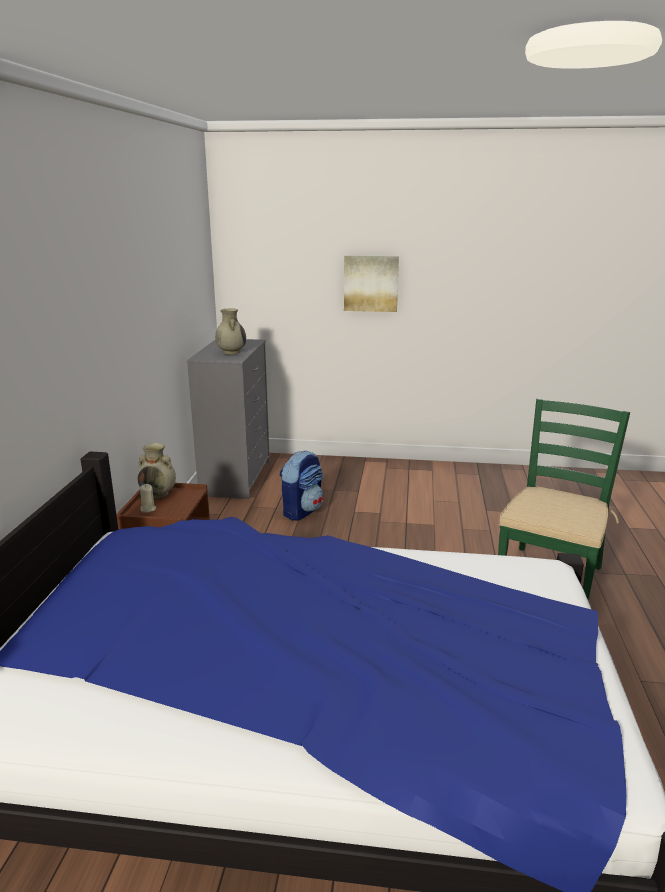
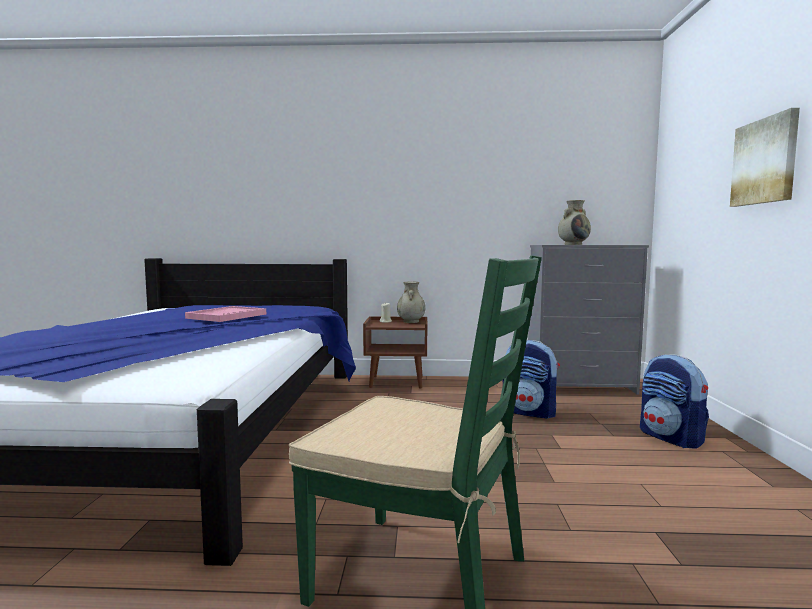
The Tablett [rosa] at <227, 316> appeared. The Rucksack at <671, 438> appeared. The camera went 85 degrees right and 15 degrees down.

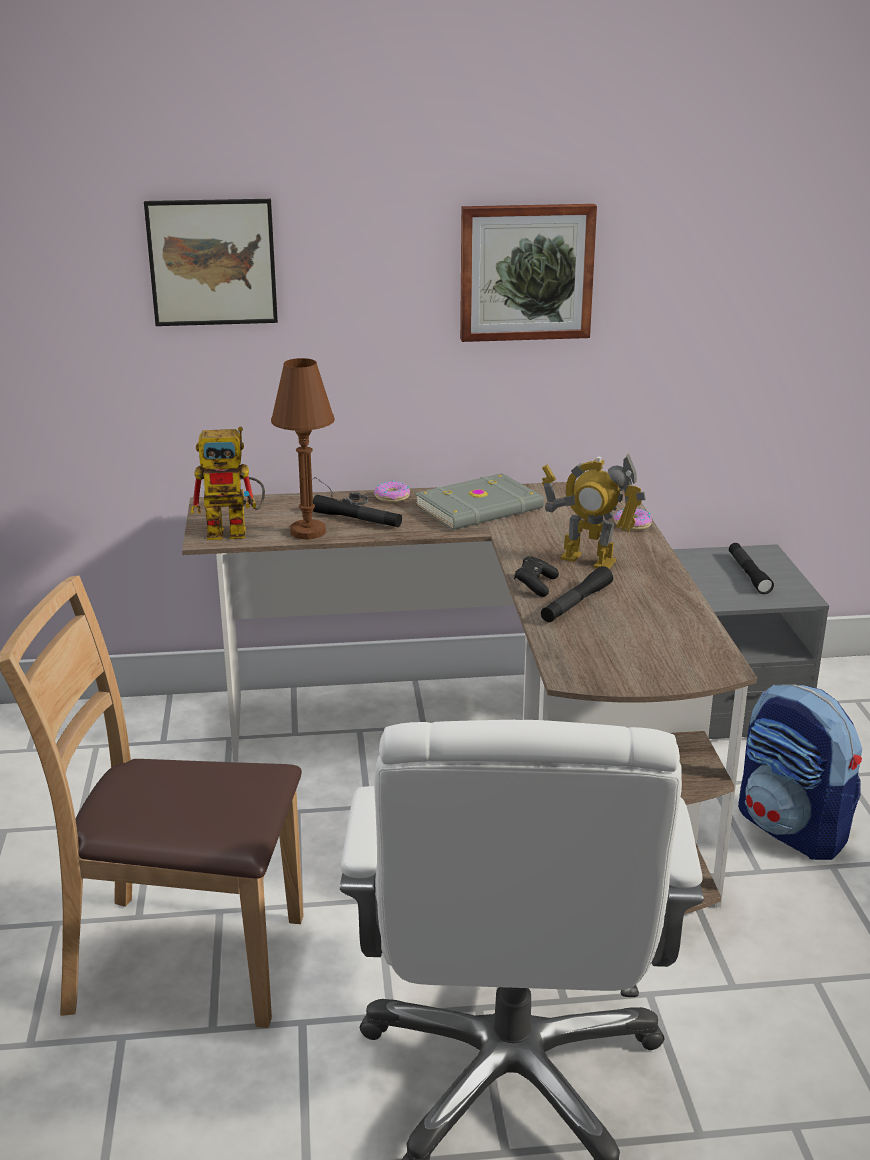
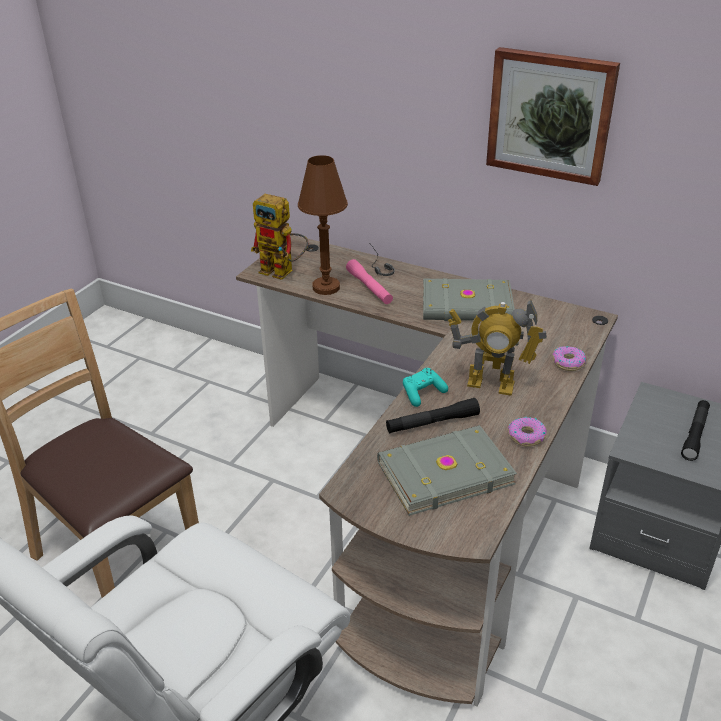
The Bild at <212, 262> disappeared. The Taschenlampe [schwarz] at <357, 520> became the Taschenlampe [rosa] at <369, 288>. The Donut moved from <392, 497> to <526, 436>. The Gamepad [schwarz] at <535, 585> became the Gamepad [türkis] at <422, 393>. The Spielzeugroboter at <588, 560> turned 45 degrees counterclockwise. The Rucksack at <792, 829> disappeared. The Buch [grau] at <443, 472> appeared. The camera went 35 degrees right and 10 degrees up.

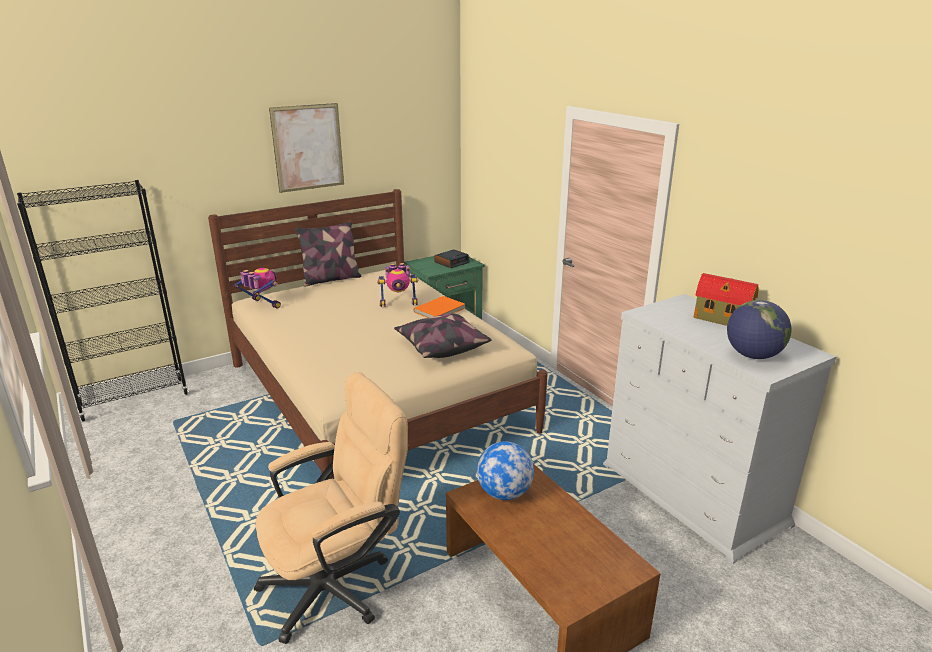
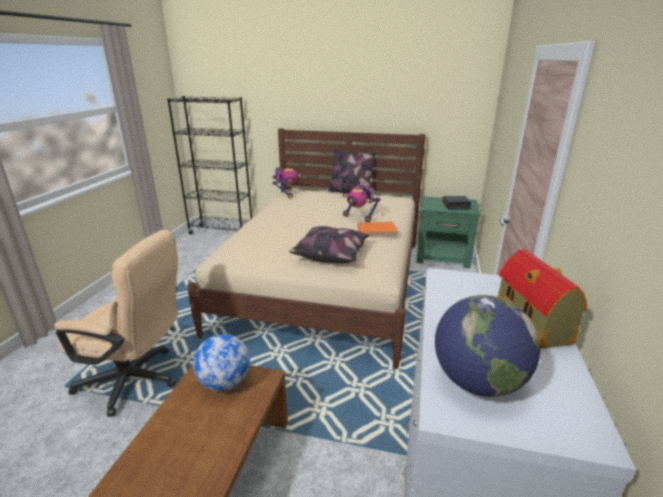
The Bild at <308, 147> disappeared. The camera went 45 degrees right and 0 degrees up.

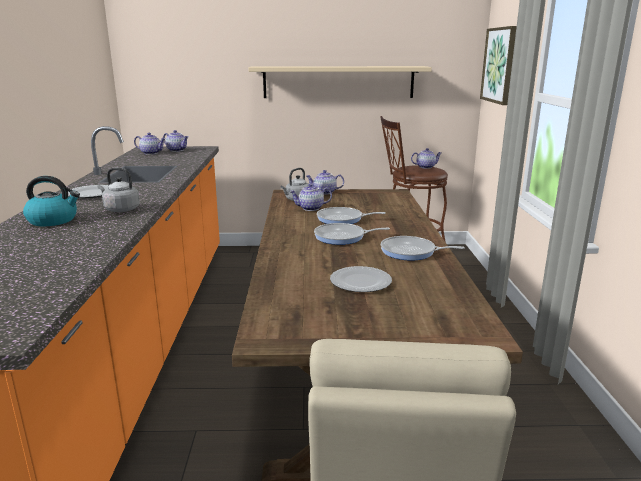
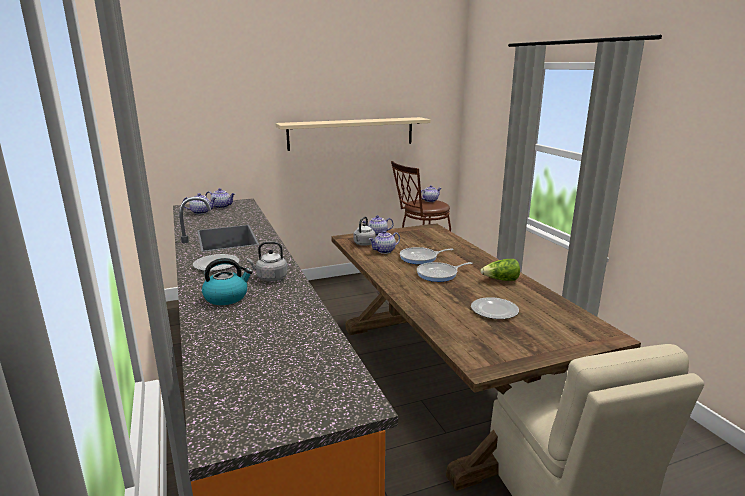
The Pfanne at <411, 252> was replaced by the Salatkopf at <500, 280>. The Bild at <499, 65> disappeared. The camera went 20 degrees left and 0 degrees up.

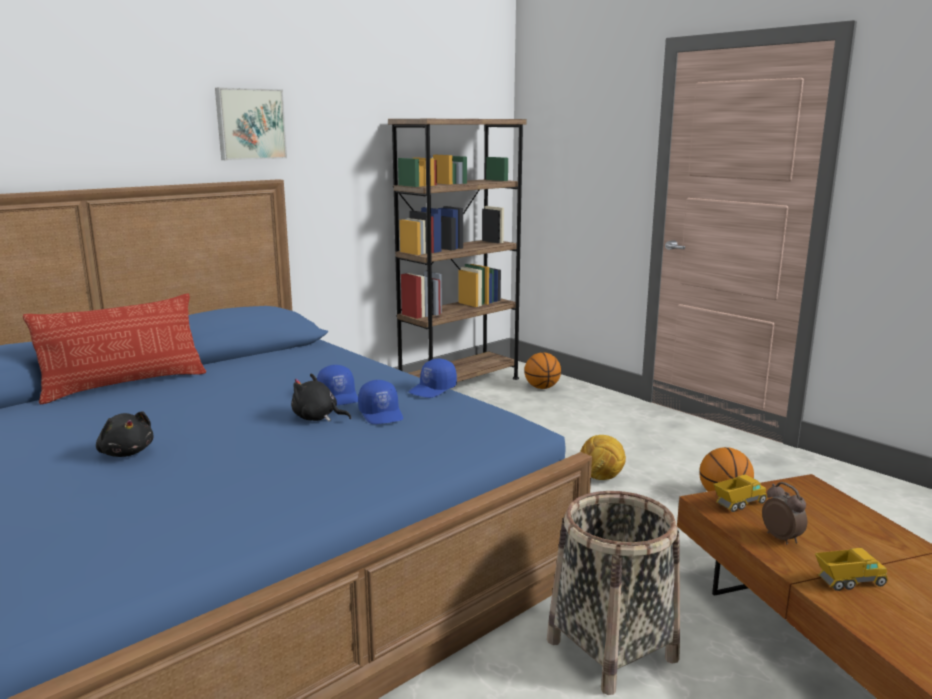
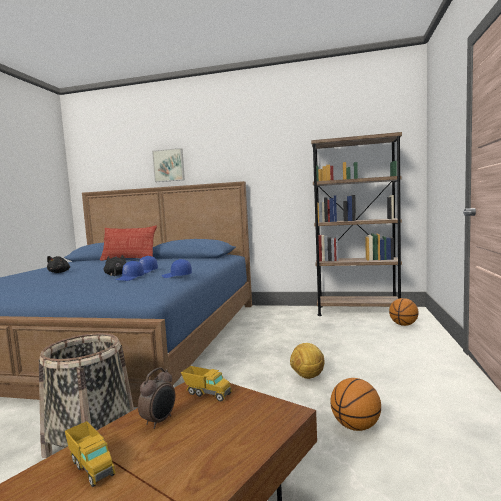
The Bild moved from <250, 124> to <169, 165>. The camera went 55 degrees right and 10 degrees down.

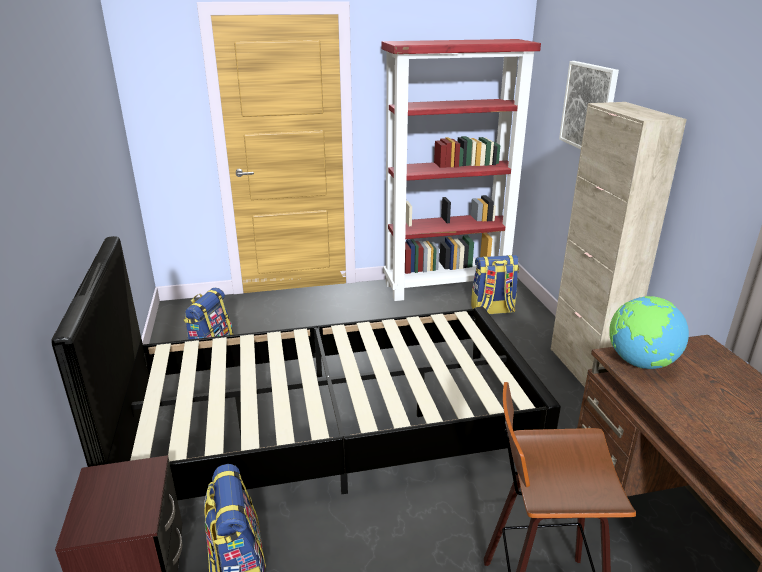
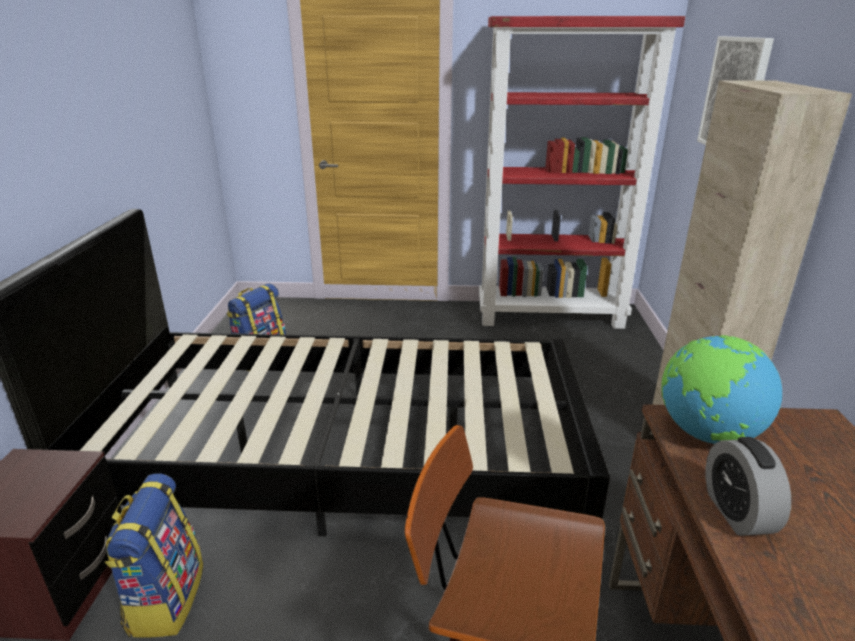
The Rucksack at <492, 310> disappeared. The Wecker at <736, 512> appeared. The camera went 15 degrees right and 0 degrees up.

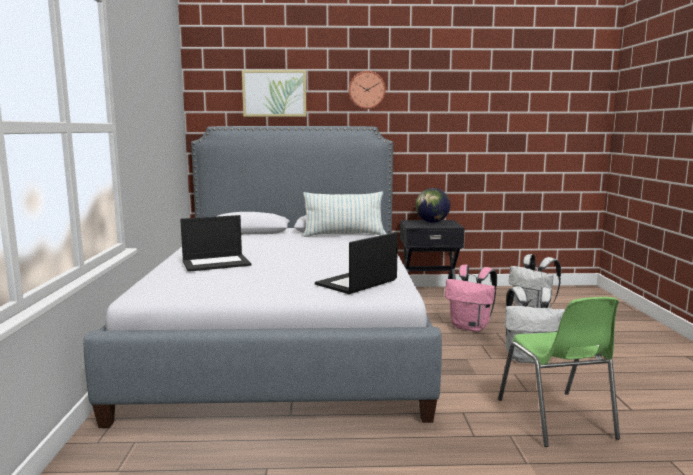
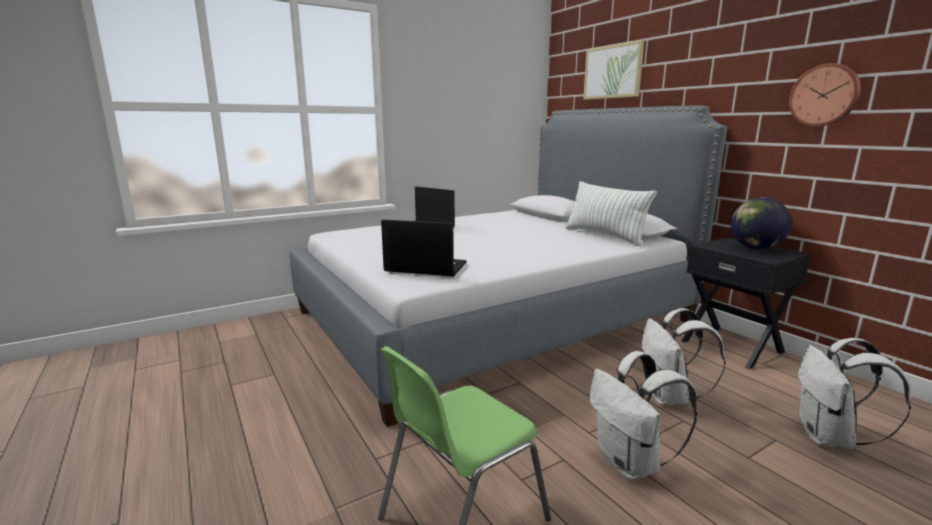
The Wanduhr moved from <366, 90> to <824, 95>. The Rucksack [rosa] at <471, 327> became the Rucksack [weiß] at <669, 397>. The camera went 60 degrees right and 5 degrees up.

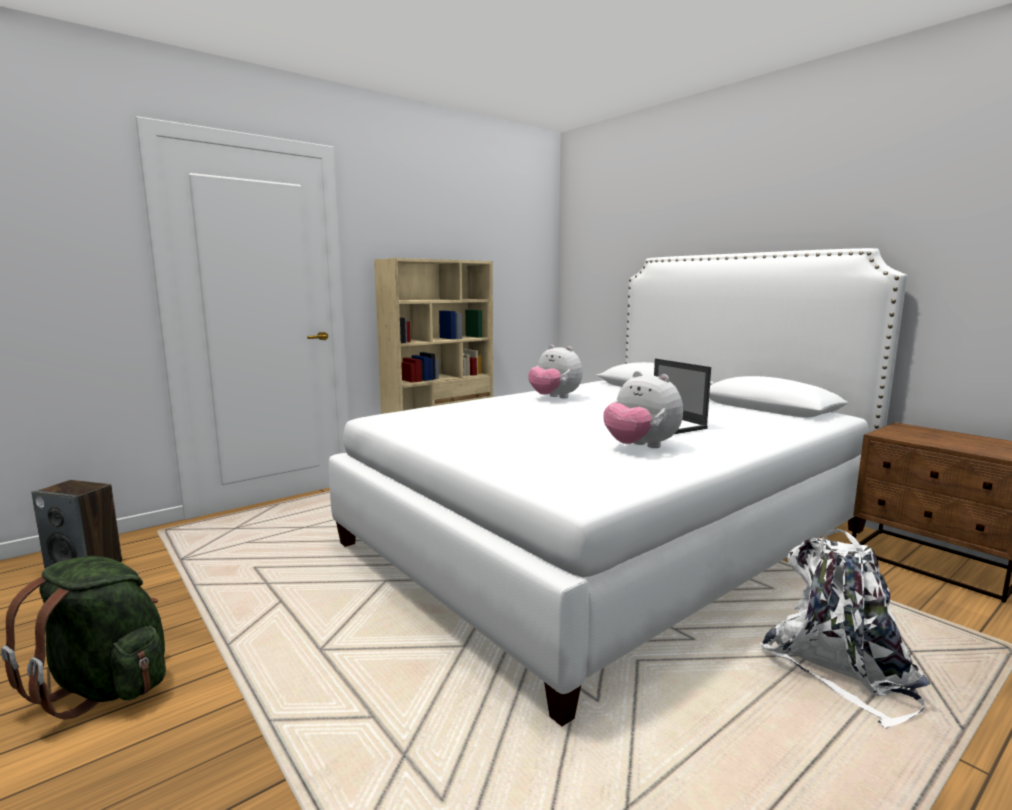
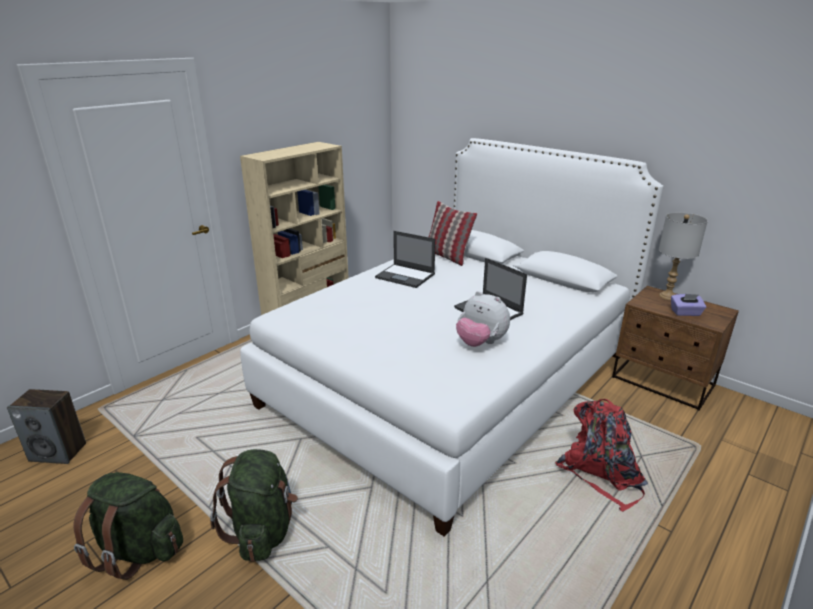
The Plüschtier at <554, 398> was replaced by the Laptop at <406, 276>. The Rucksack [weiß] at <841, 667> became the Rucksack [rot] at <601, 472>. The Rucksack [grün] at <263, 530> appeared. The Kissen at <447, 256> appeared. The Tischlampe [grau] at <667, 296> appeared. The Taschentuchbox [lila] at <685, 313> appeared. The camera went 10 degrees left and 15 degrees up.

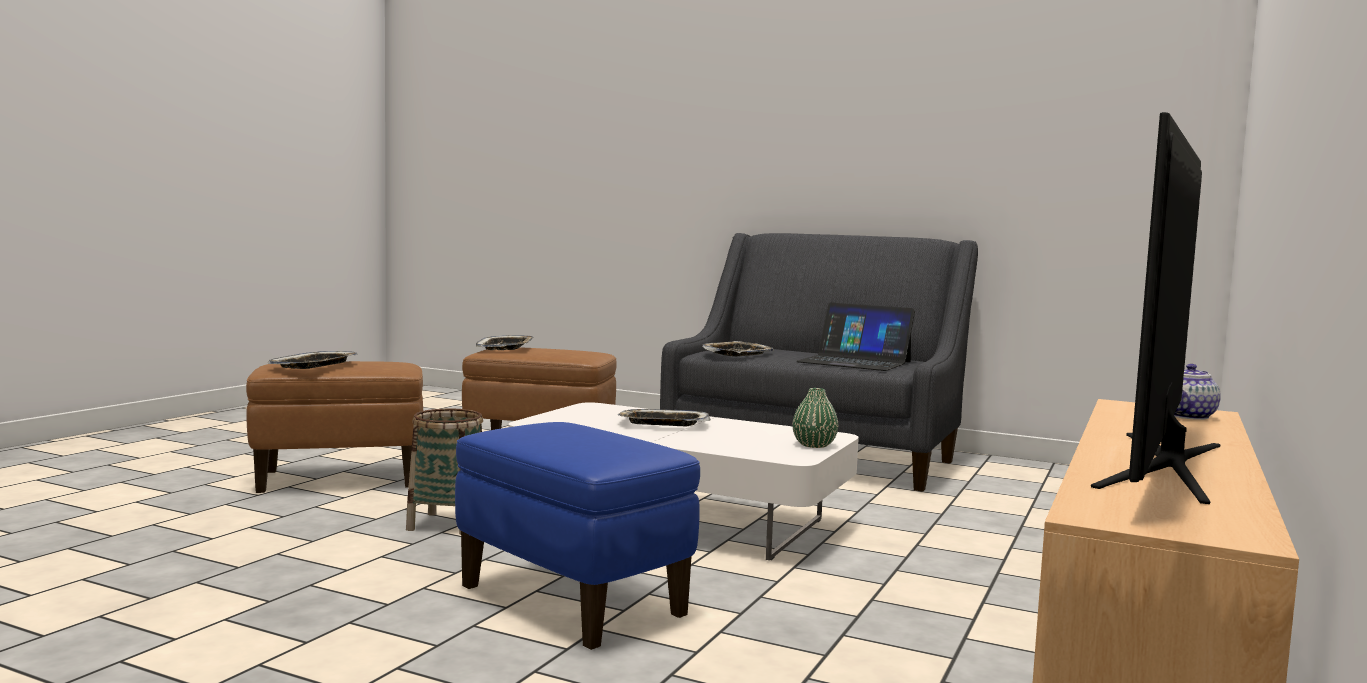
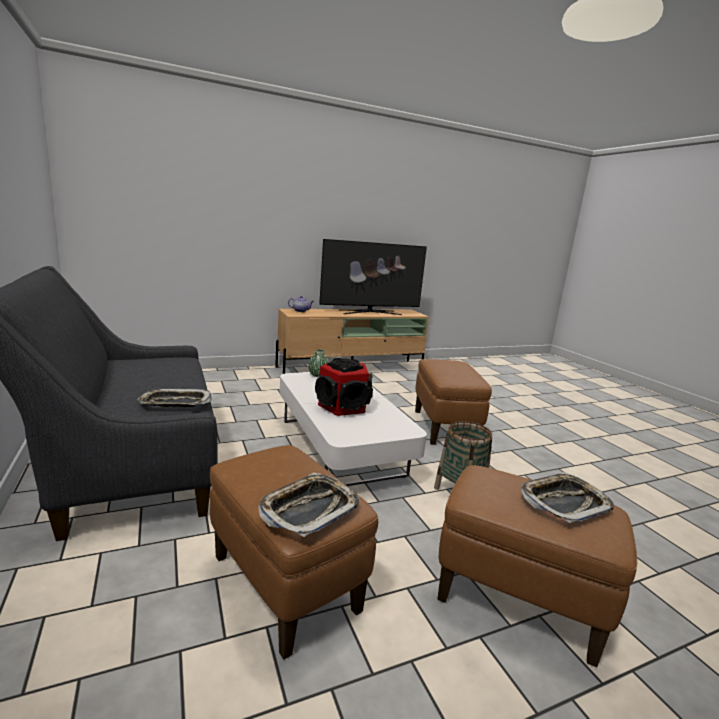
The Polsterhocker [blau] at <570, 601> became the Polsterhocker [braun] at <444, 428>. The Tablett at <663, 424> was replaced by the Lautsprecher at <344, 406>. The Laptop at <854, 362> disappeared. The camera went 140 degrees left and 10 degrees up.

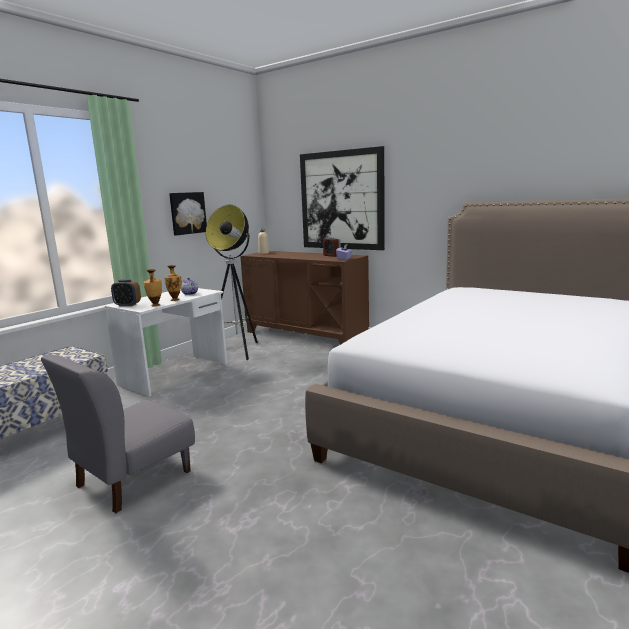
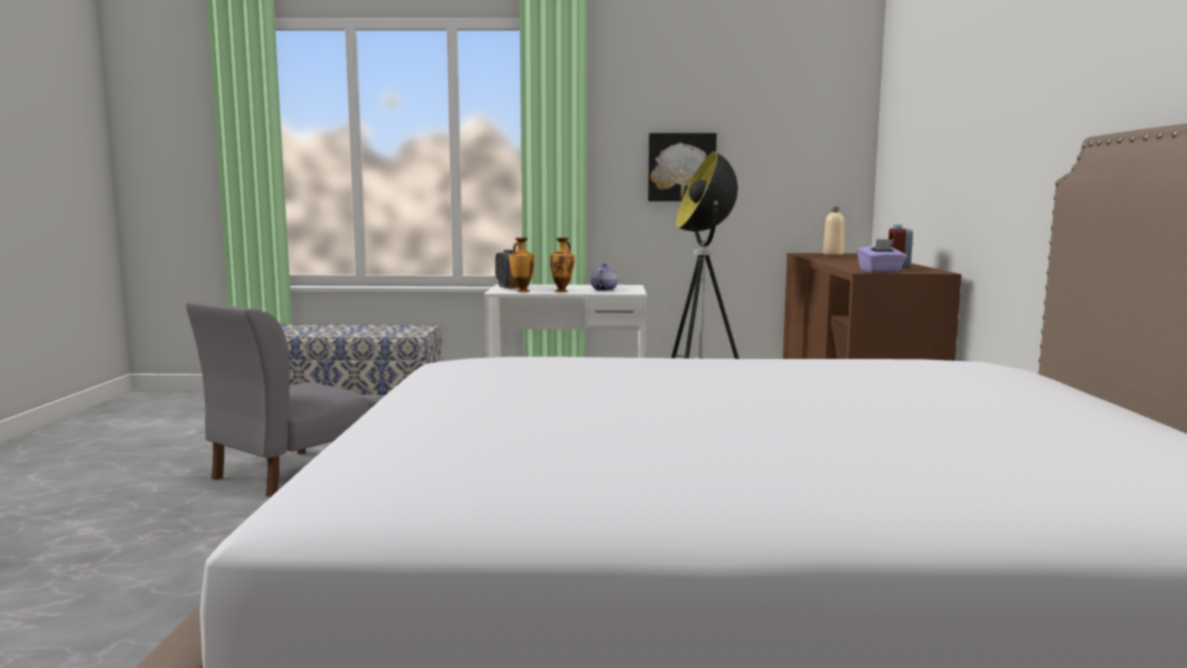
The Stuhl [grau] at <133, 478> turned 60 degrees counterclockwise. The Bild at <341, 200> disappeared. The camera went 55 degrees right and 5 degrees down.

